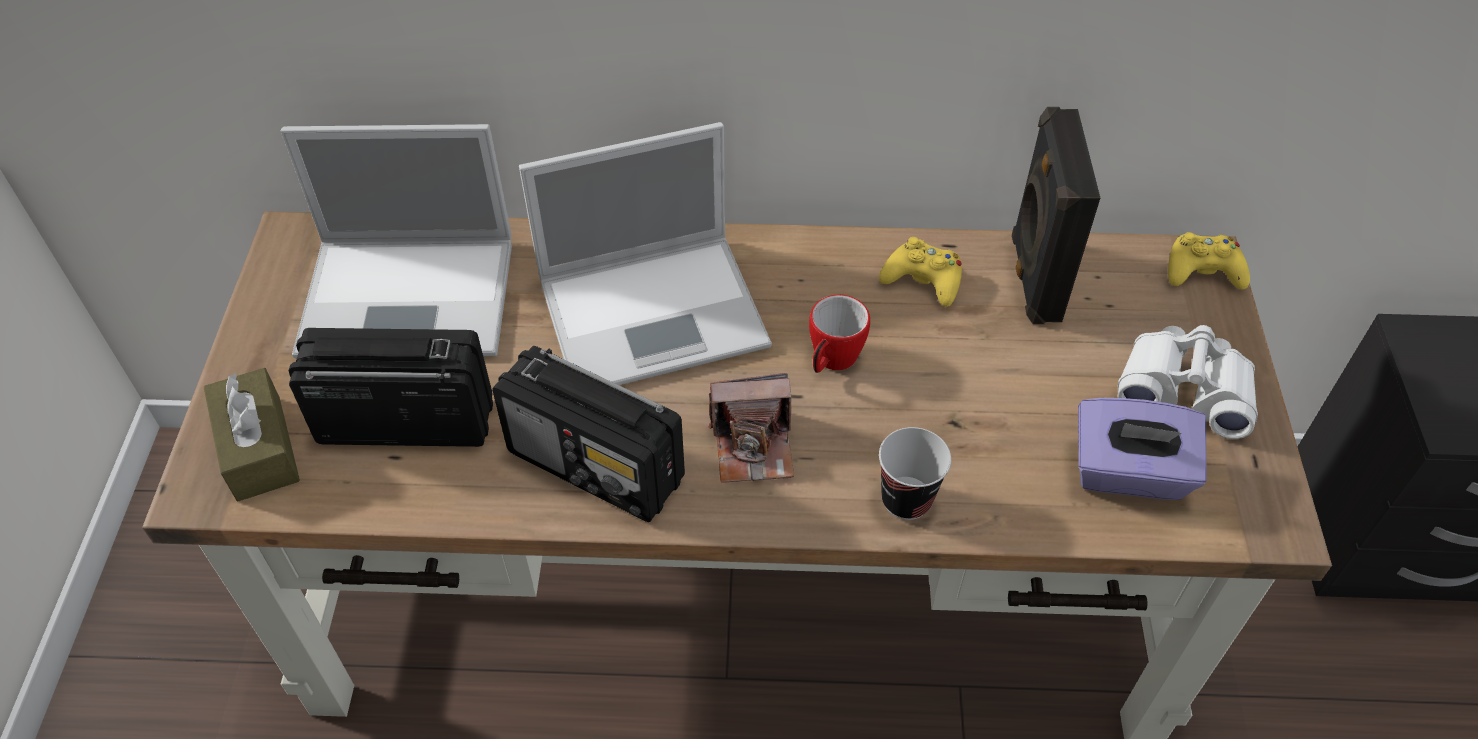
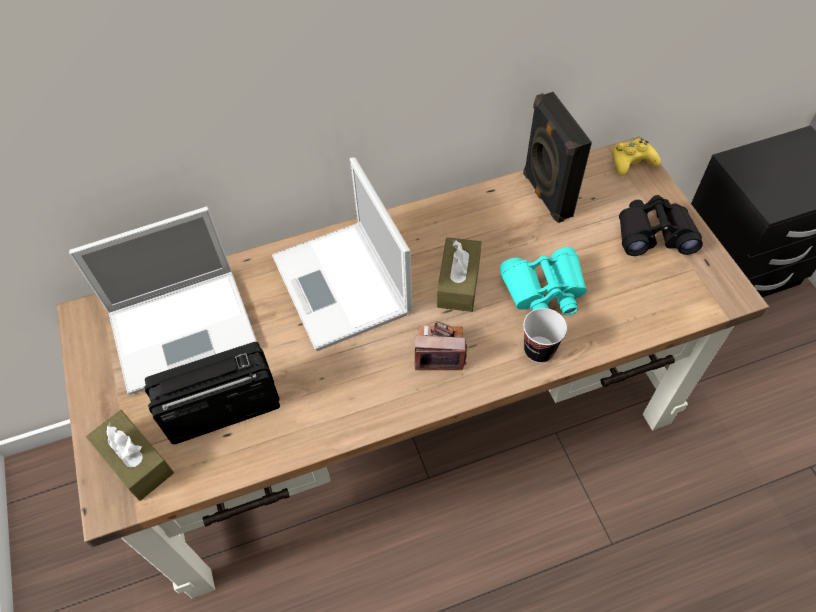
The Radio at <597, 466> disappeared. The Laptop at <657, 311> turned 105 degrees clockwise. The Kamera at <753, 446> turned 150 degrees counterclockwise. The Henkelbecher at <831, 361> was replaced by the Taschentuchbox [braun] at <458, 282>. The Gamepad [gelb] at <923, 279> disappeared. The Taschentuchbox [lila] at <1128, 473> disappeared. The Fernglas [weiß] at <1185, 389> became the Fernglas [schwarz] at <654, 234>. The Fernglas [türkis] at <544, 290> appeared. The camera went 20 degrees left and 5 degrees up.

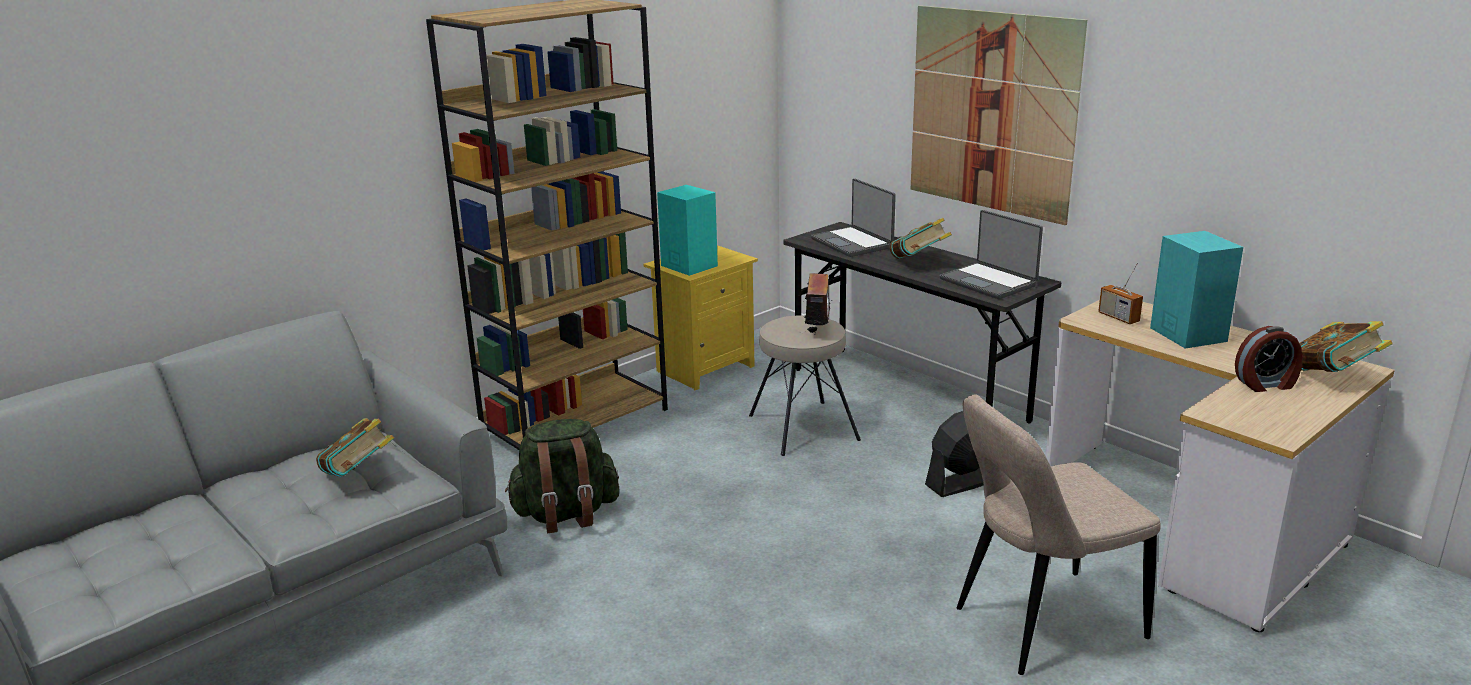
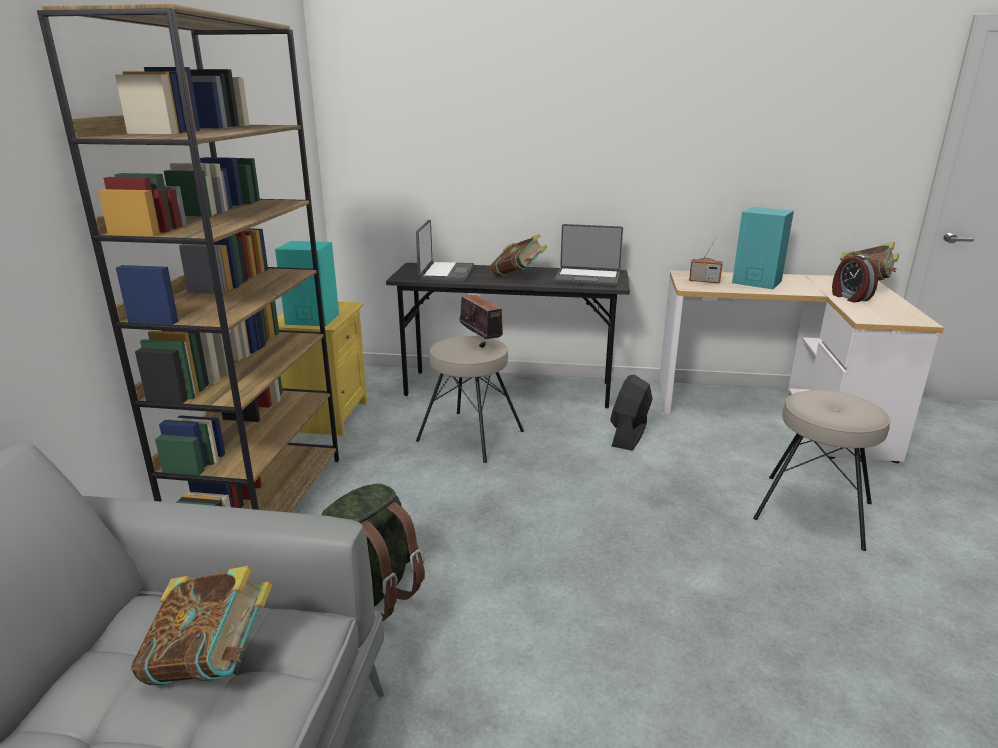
The Laptop at <853, 243> turned 105 degrees counterclockwise. The Bild at <991, 112> disappeared. The Stuhl [beige] at <1041, 625> was replaced by the Hocker [beige] at <813, 511>. The Wecker at <1266, 384> turned 120 degrees clockwise. The camera went 40 degrees left and 0 degrees up.

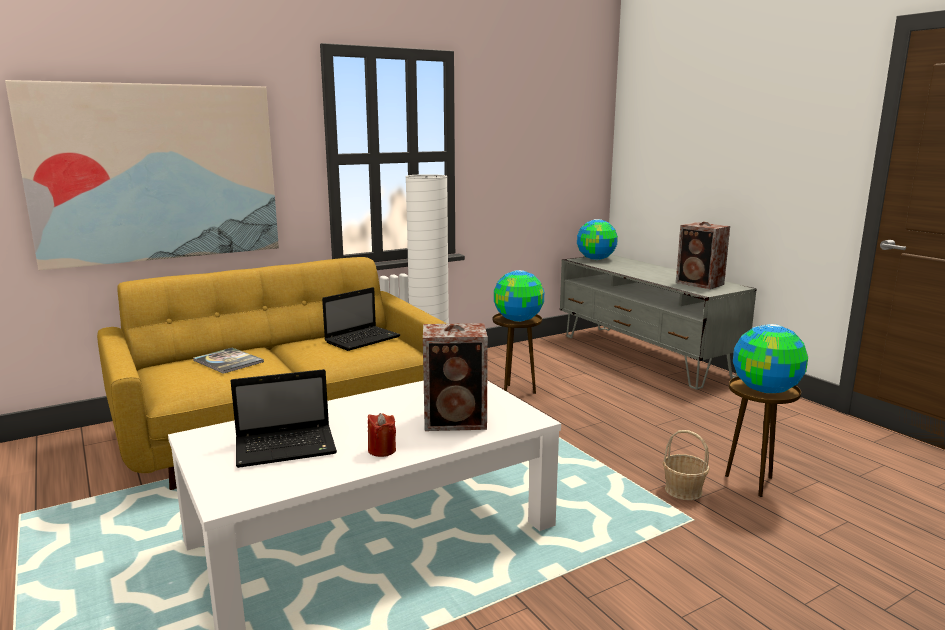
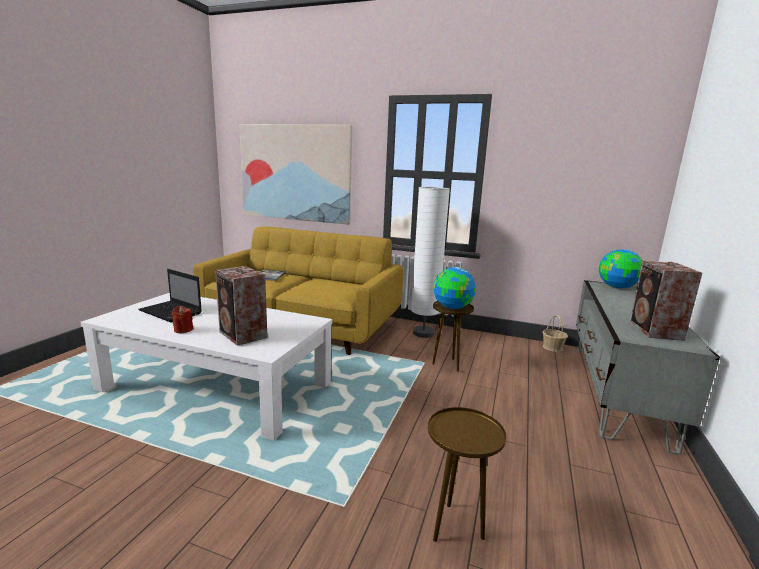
The Laptop at <363, 339> disappeared. The Korb moved from <683, 490> to <552, 347>. The Globus at <766, 390> disappeared. The camera went 50 degrees right and 0 degrees up.

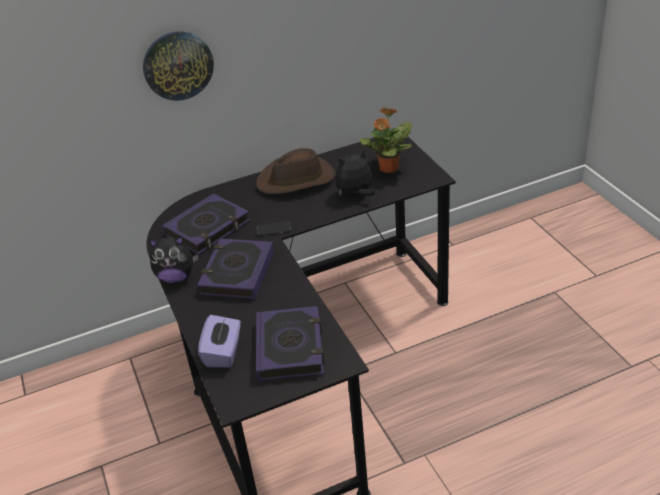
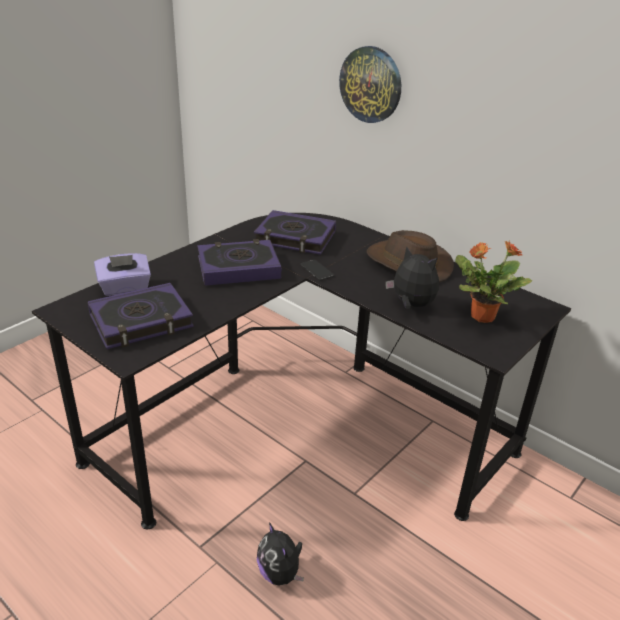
The Plüschtier moved from <176, 277> to <280, 573>. The camera went 60 degrees right and 5 degrees down.

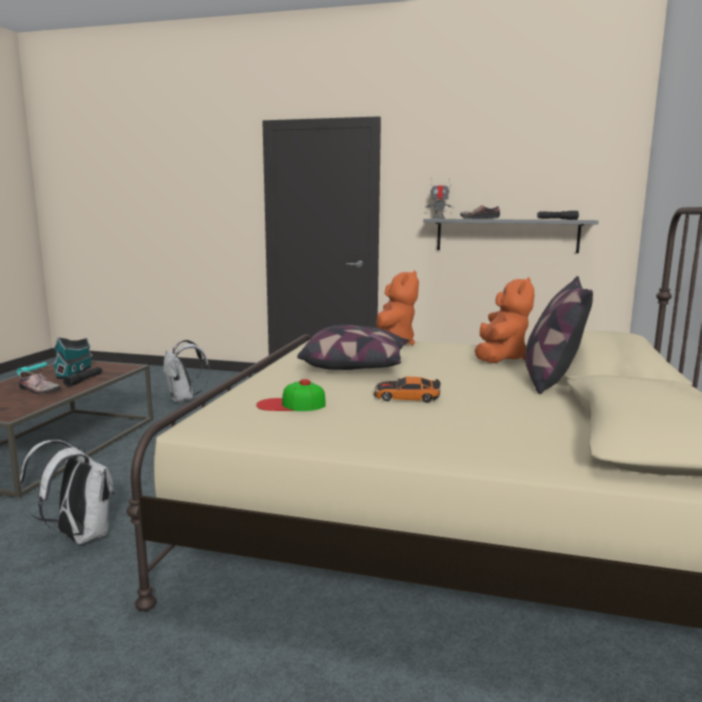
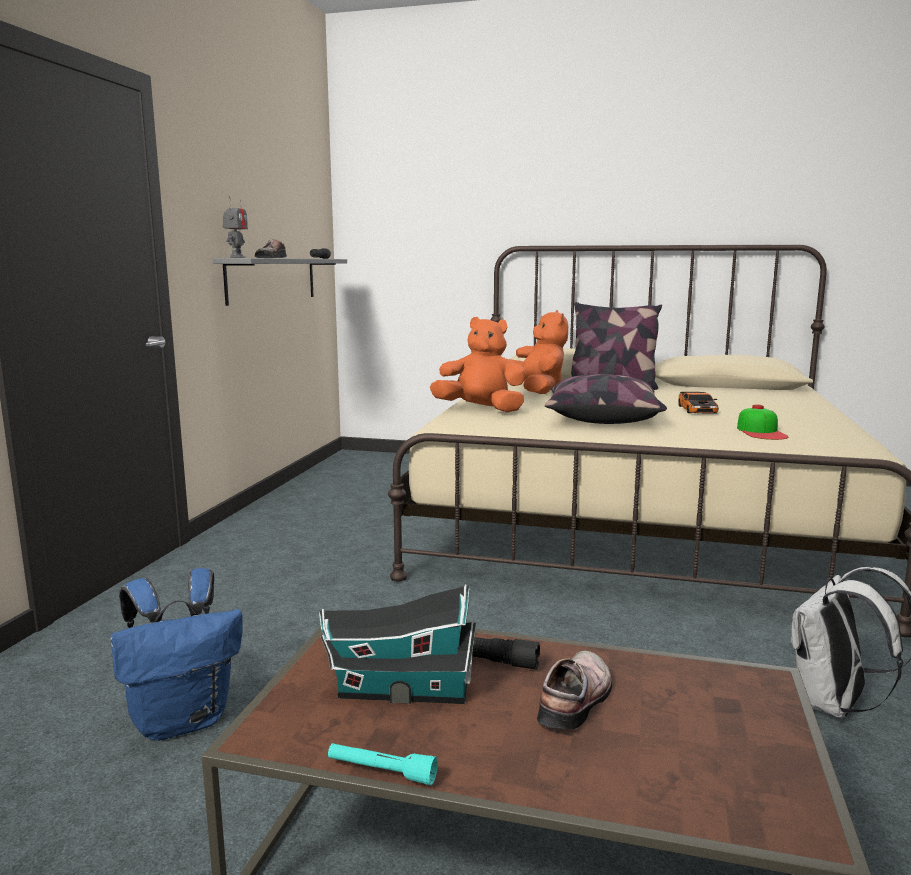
The Rucksack [weiß] at <184, 399> became the Rucksack [blau] at <183, 720>. The Plüschtier [orange] at <500, 358> turned 60 degrees clockwise. The camera went 90 degrees left and 0 degrees up.

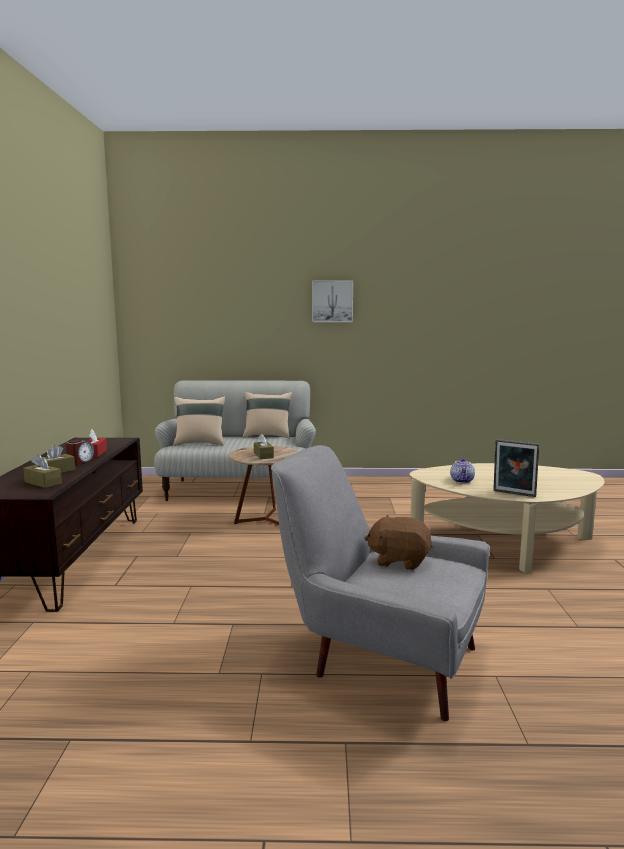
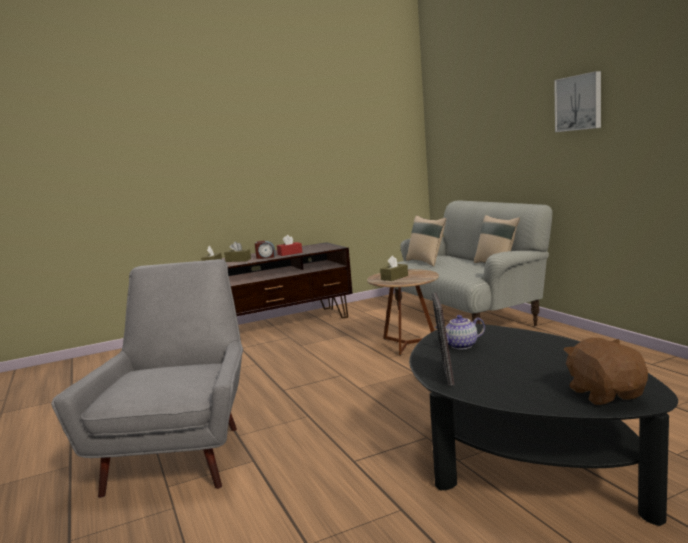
The Plüschtier [braun] moved from <399, 560> to <605, 394>. The Couchtisch [beige] at <504, 543> became the Couchtisch [schwarz] at <520, 457>. The camera went 65 degrees right and 0 degrees up.

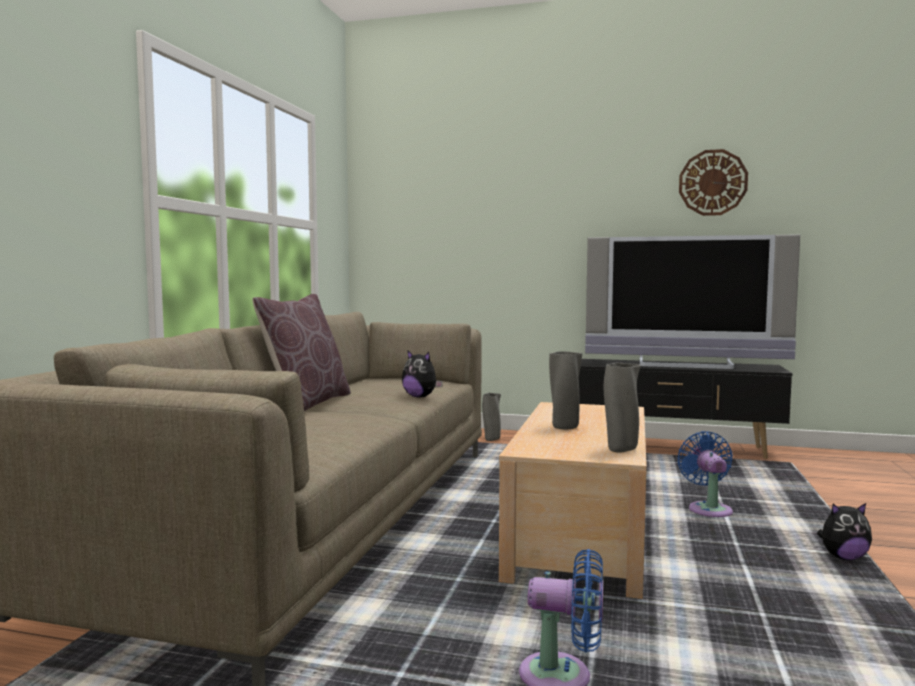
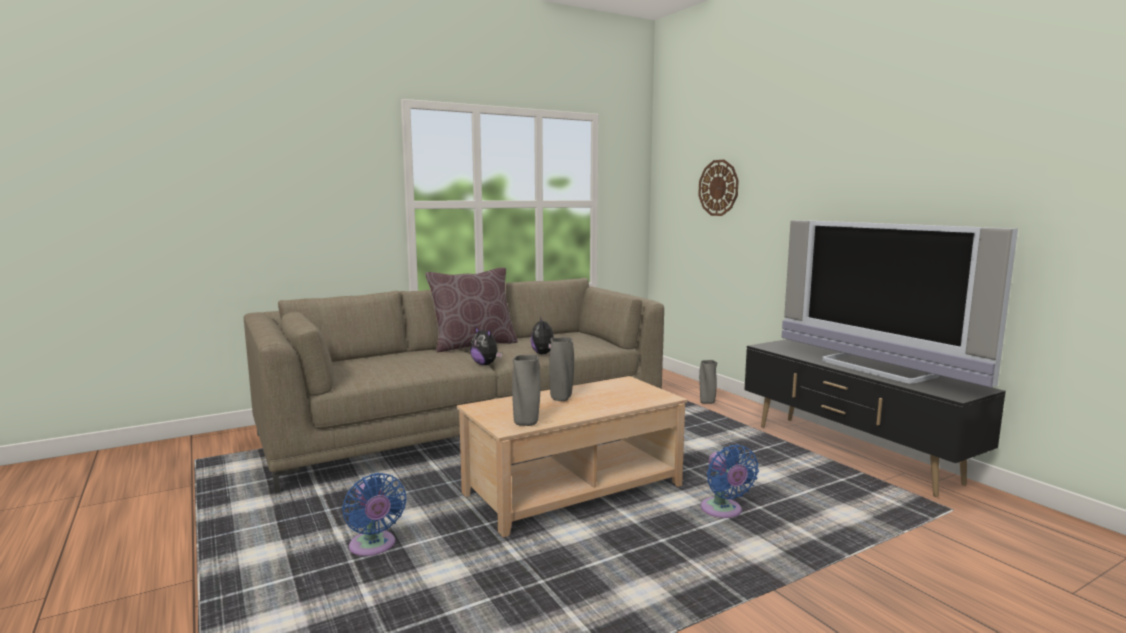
The Ventilator [blau] at <708, 509> turned 120 degrees clockwise. The Wanduhr moved from <712, 182> to <718, 188>. The Plüschtier moved from <843, 557> to <485, 364>. The camera went 45 degrees right and 5 degrees up.

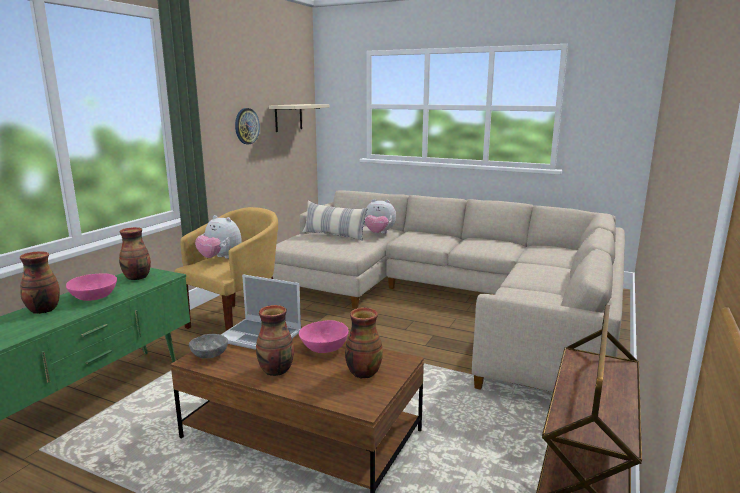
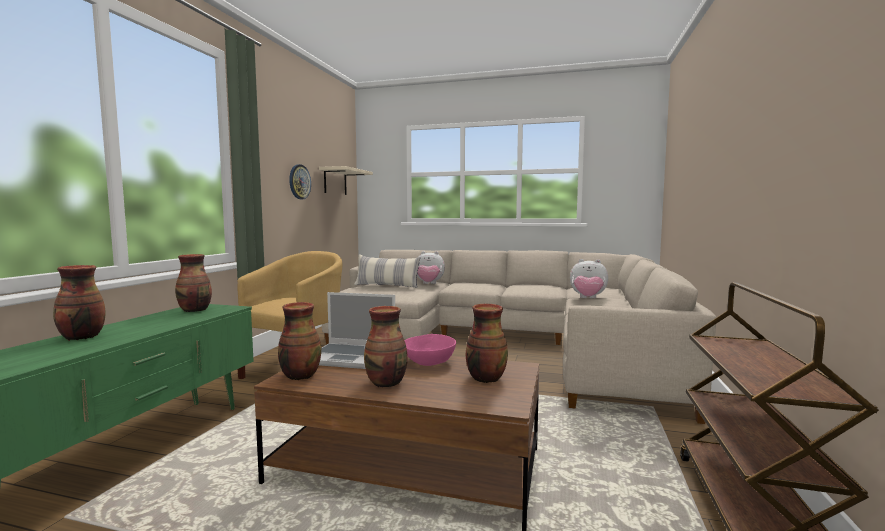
The Schüssel [rosa] at <94, 297> disappeared. The Schüssel [grau] at <209, 355> was replaced by the Vase at <299, 375>. The Plüschtier moved from <220, 258> to <588, 298>. The camera went 10 degrees left and 10 degrees down.

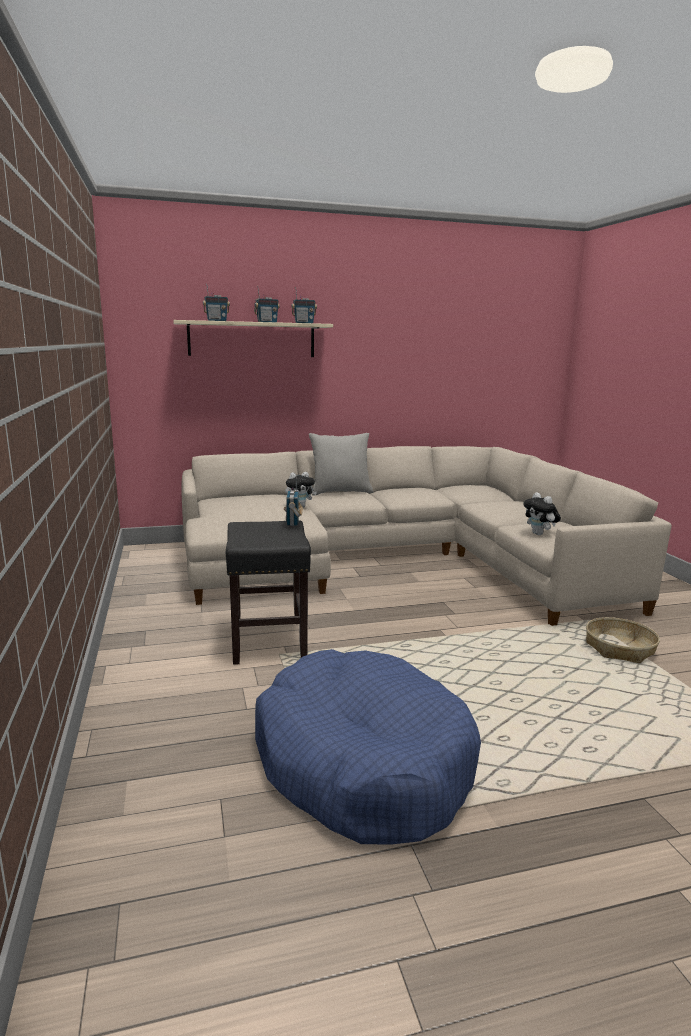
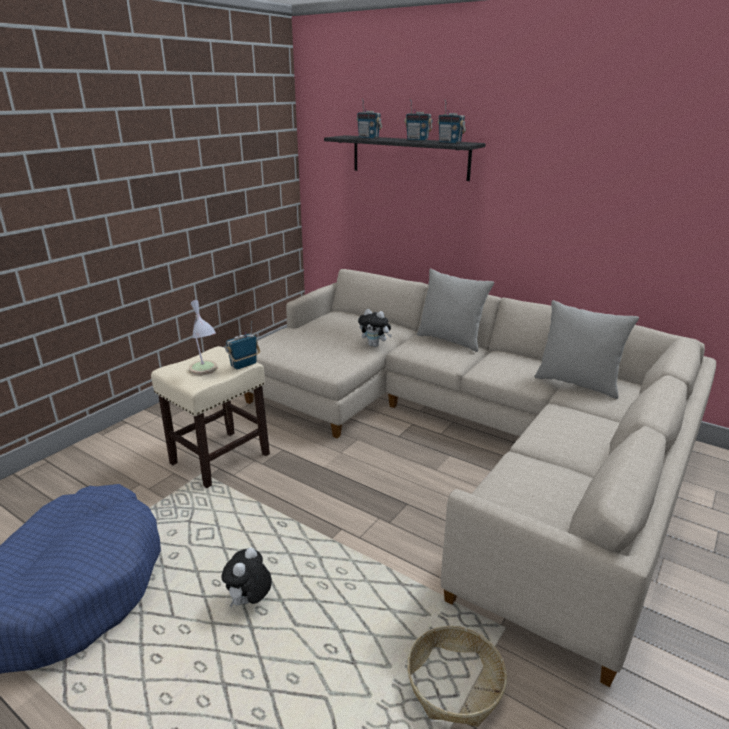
The Wandregal [beige] at <252, 339> became the Wandregal [schwarz] at <409, 157>. The Hocker [schwarz] at <269, 642> became the Hocker [beige] at <219, 459>. The Plüschtier moved from <539, 534> to <249, 601>. The Tischlampe at <205, 371> appeared. The Kissen [grau] at <577, 383> appeared. The camera went 50 degrees right and 10 degrees up.

